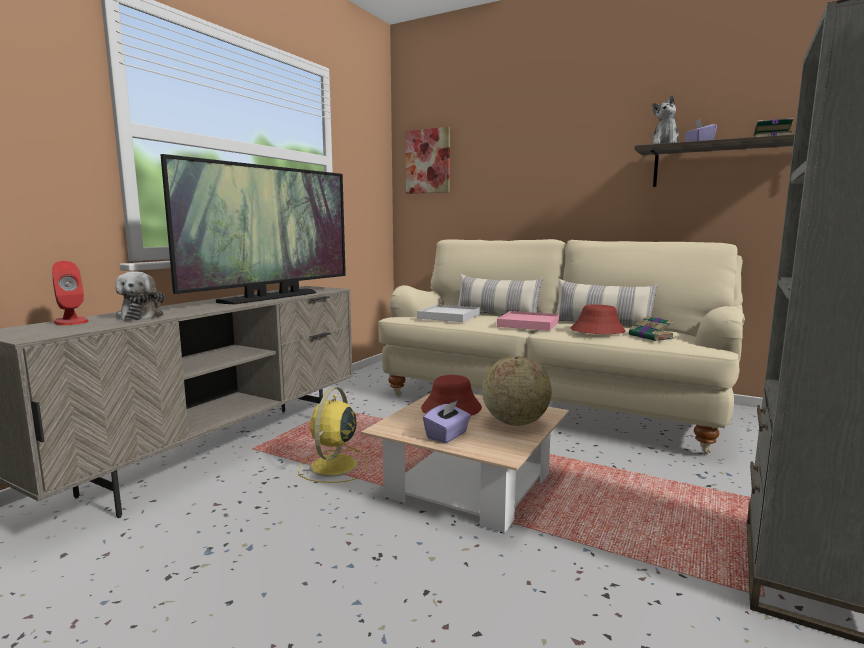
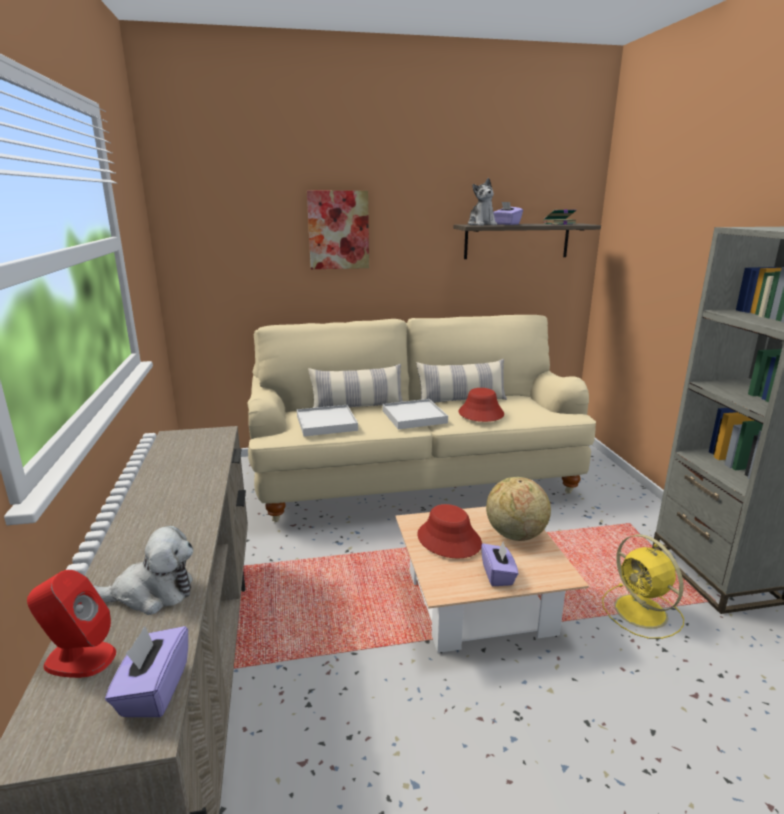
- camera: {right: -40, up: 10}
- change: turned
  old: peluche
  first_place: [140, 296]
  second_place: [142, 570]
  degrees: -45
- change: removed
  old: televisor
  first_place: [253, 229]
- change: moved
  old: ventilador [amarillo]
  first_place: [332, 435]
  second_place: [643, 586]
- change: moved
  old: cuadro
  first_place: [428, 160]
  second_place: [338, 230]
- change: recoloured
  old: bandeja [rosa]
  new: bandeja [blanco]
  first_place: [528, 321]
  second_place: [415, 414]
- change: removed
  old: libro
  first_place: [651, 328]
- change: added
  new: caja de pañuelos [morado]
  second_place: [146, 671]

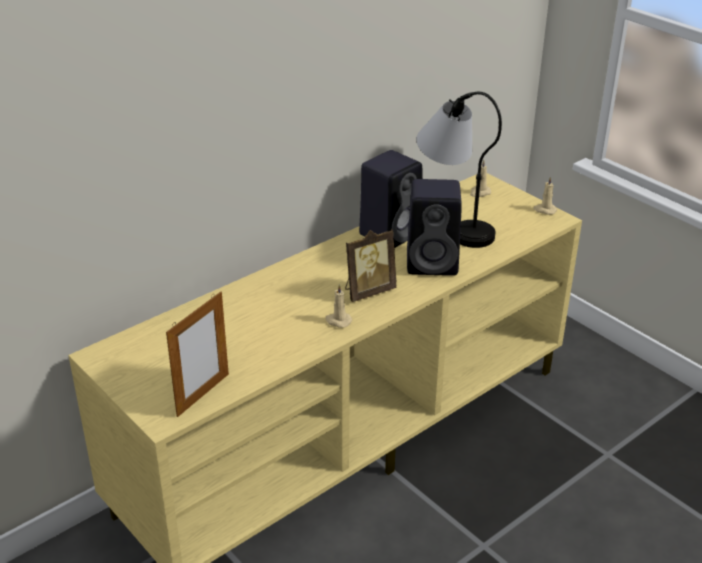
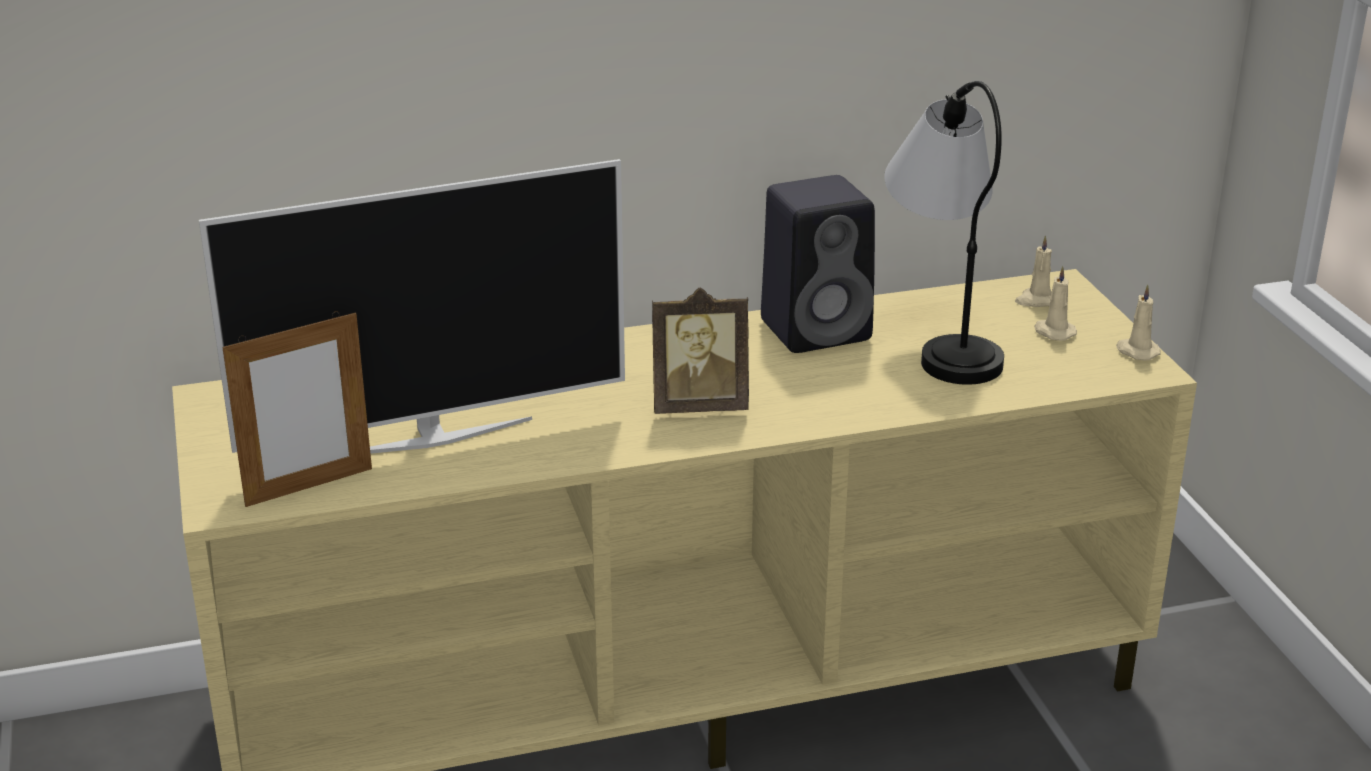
- camera: {right: 25, up: -5}
- change: moved
  old: vela [beis]
  first_place: [338, 306]
  second_place: [1055, 303]
- change: removed
  old: altavoz [negro]
  first_place: [434, 227]
- change: added
  new: televisor
  second_place: [412, 306]

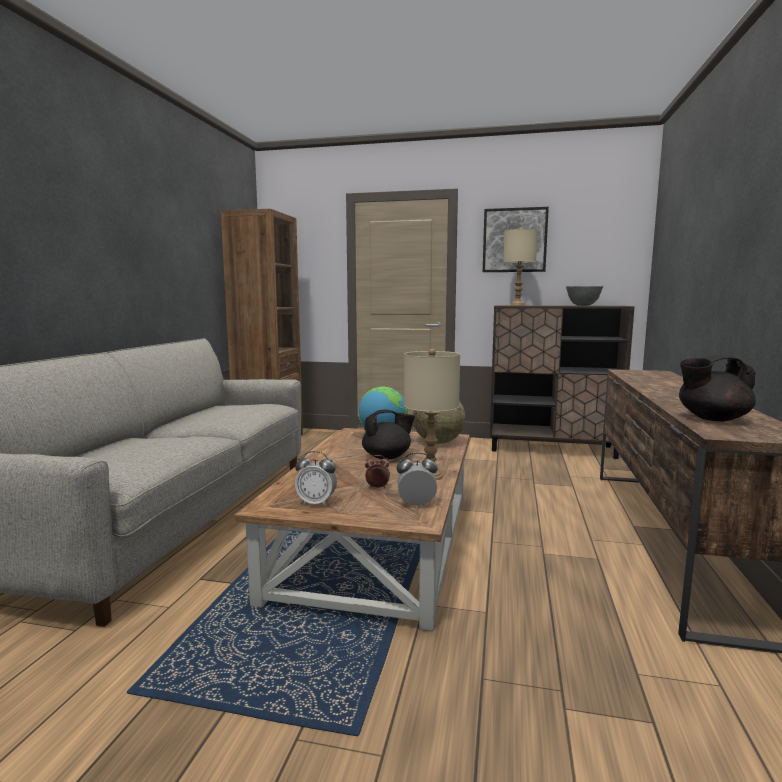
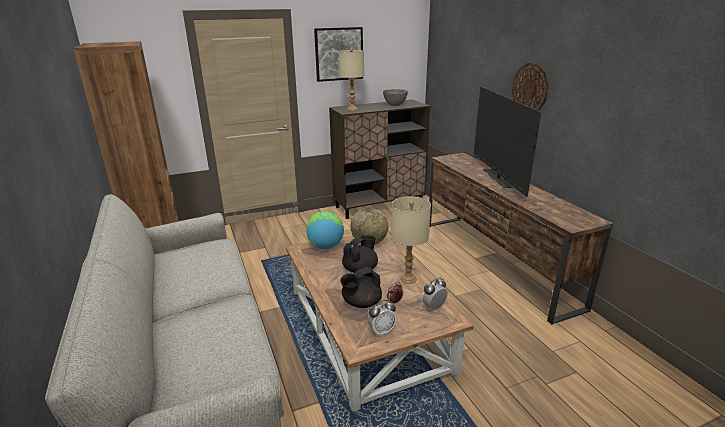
- camera: {right: -35, up: 15}
- change: moved
  old: tetera [negro]
  first_place: [717, 388]
  second_place: [361, 287]
- change: added
  new: televisor
  second_place: [507, 142]
- change: added
  new: reloj de pared
  second_place: [530, 87]

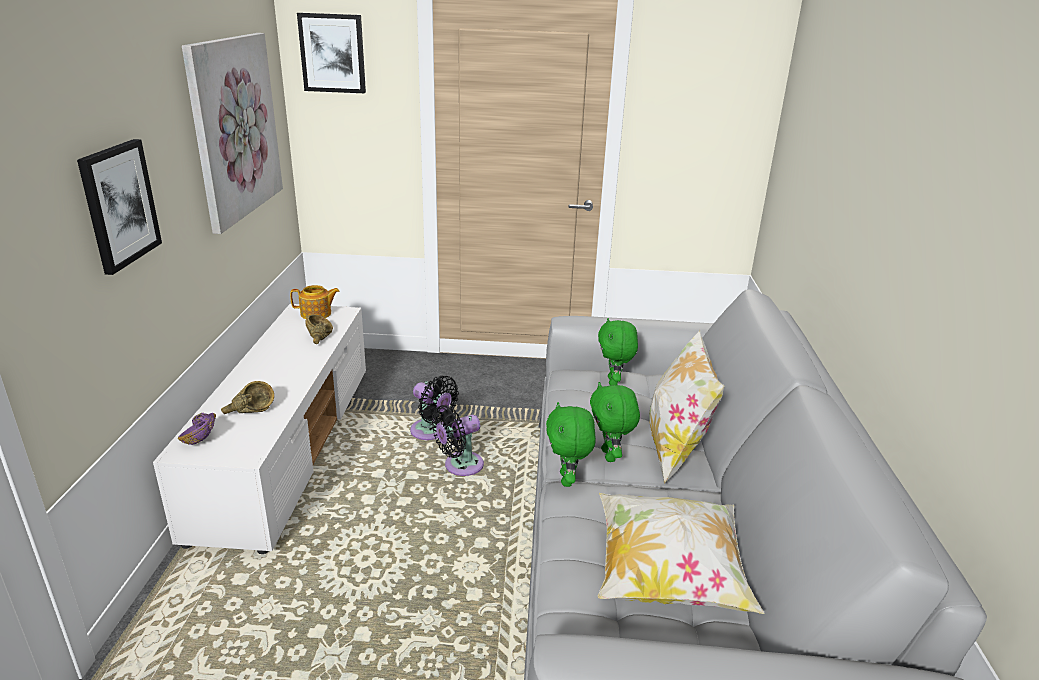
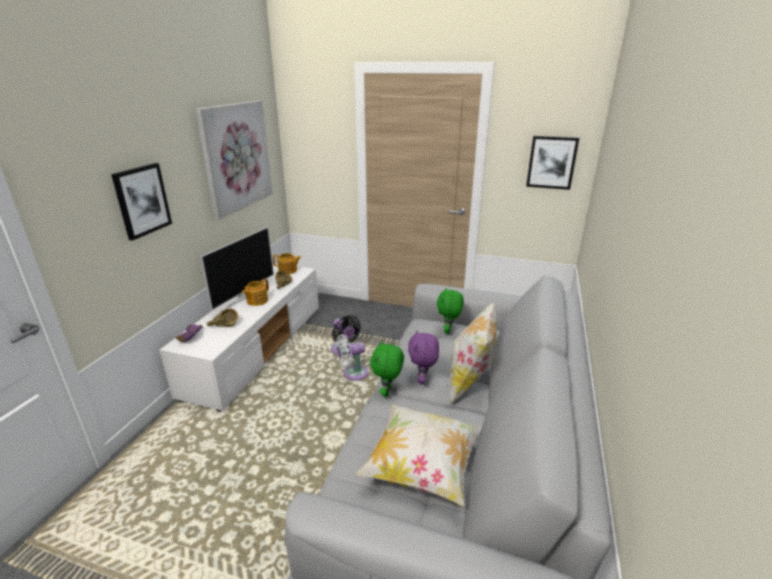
- camera: {right: 15, up: 0}
- change: moved
  old: cuadro
  first_place: [331, 53]
  second_place: [552, 163]
- change: recoloured
  old: ventilador [negro]
  new: ventilador [blanco]
  first_place: [458, 440]
  second_place: [352, 357]
- change: recoloured
  old: peluche [verde]
  new: peluche [morado]
  first_place: [615, 422]
  second_place: [423, 357]
- change: added
  new: televisor
  second_place: [237, 268]
- change: added
  new: tetera
  second_place: [255, 292]

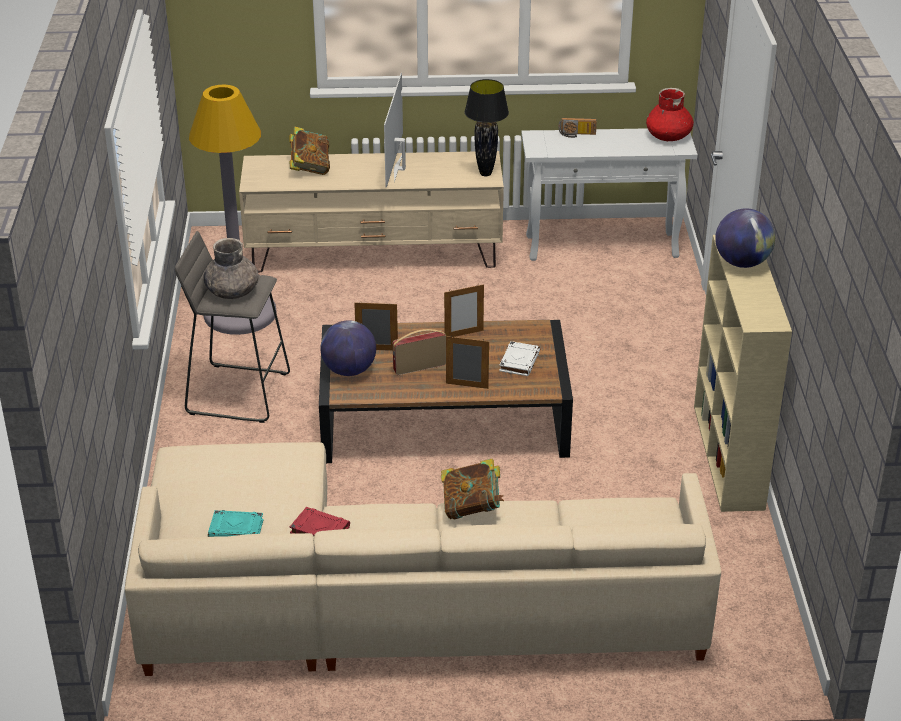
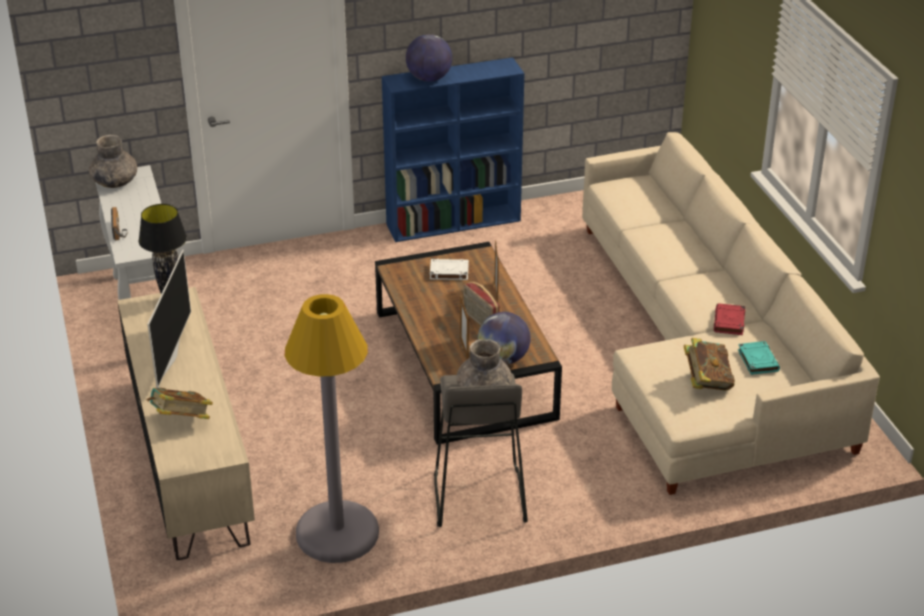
- camera: {right: -105, up: 0}
- change: turned
  old: televisor
  first_place: [395, 130]
  second_place: [169, 318]
  degrees: -75
- change: moved
  old: libro
  first_place: [472, 489]
  second_place: [709, 364]
- change: removed
  old: portarretratos
  first_place: [464, 310]
- change: recoloured
  old: florero [rojo]
  new: florero [gris]
  first_place: [670, 114]
  second_place: [113, 161]
- change: recoloured
  old: estantería [beis]
  new: estantería [azul]
  first_place: [743, 373]
  second_place: [453, 150]

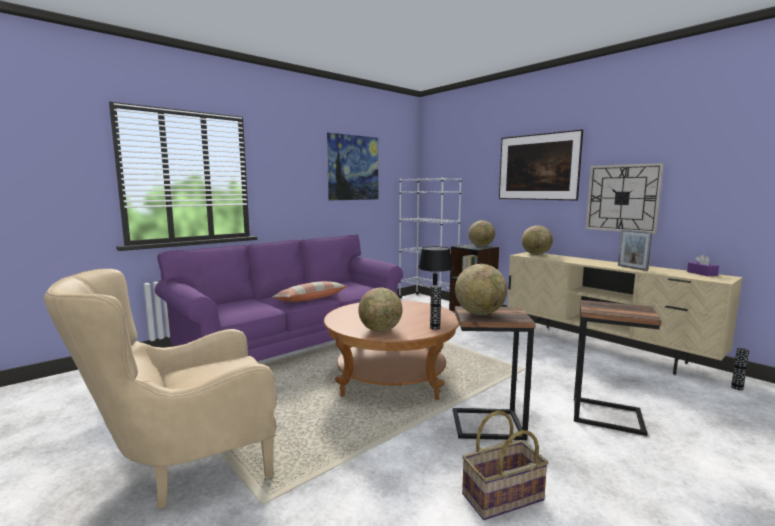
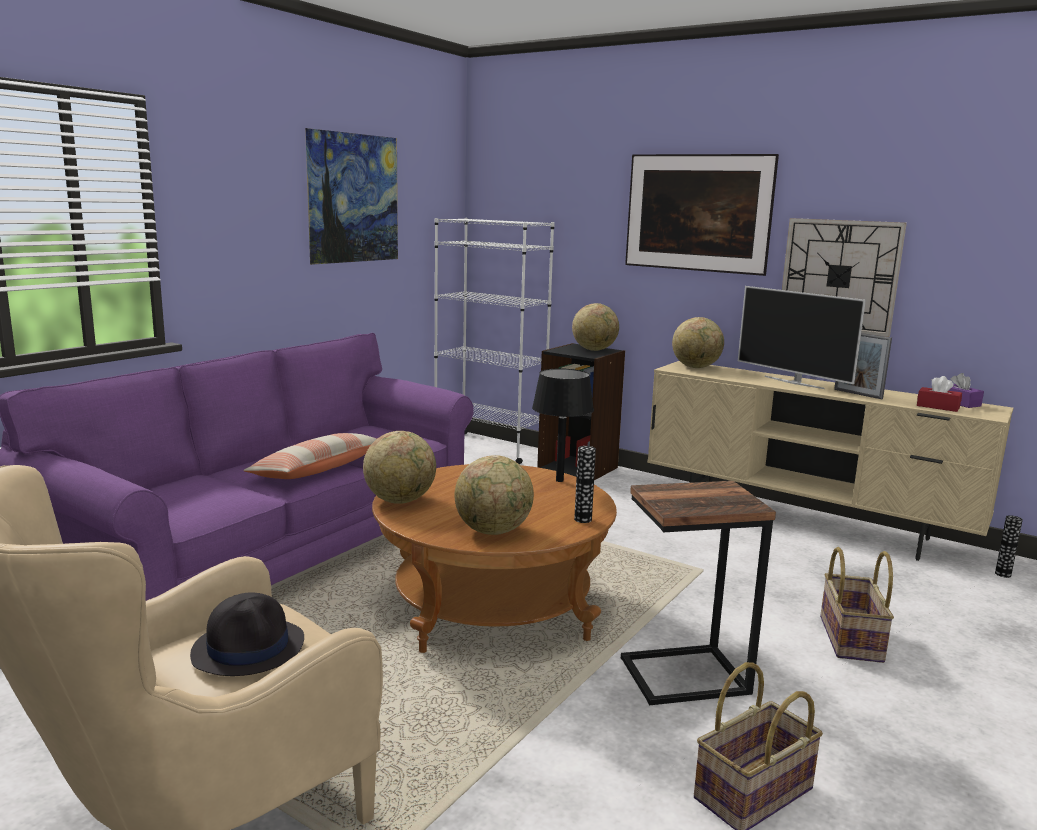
- camera: {right: -15, up: 5}
- change: moved
  old: globo terráqueo
  first_place: [481, 289]
  second_place: [399, 467]
- change: replaced
  old: mesa auxiliar
  new: cesta
  first_place: [618, 368]
  second_place: [857, 605]
- change: added
  new: sombrero [negro]
  second_place: [247, 634]
- change: added
  new: televisor
  second_place: [802, 337]
- change: added
  new: caja de pañuelos [rojo]
  second_place: [939, 394]

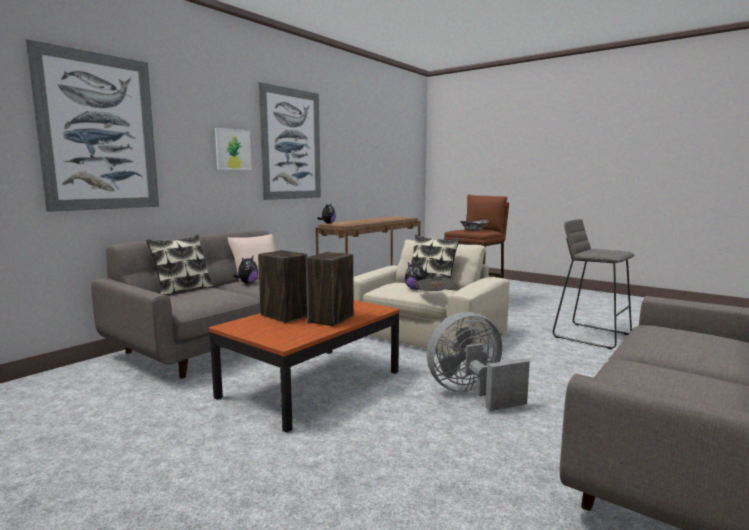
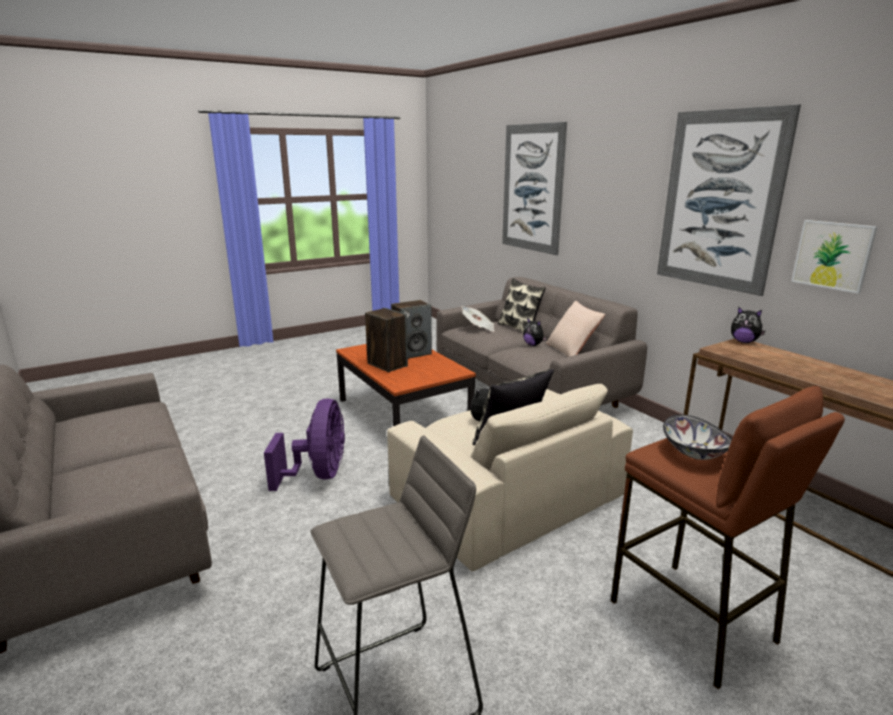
- camera: {right: 110, up: 10}
- change: moved
  old: cuadro
  first_place: [233, 149]
  second_place: [834, 257]
- change: moved
  old: periódico
  first_place: [435, 283]
  second_place: [477, 319]
- change: recoloured
  old: ventilador [gris]
  new: ventilador [morado]
  first_place: [478, 361]
  second_place: [304, 444]

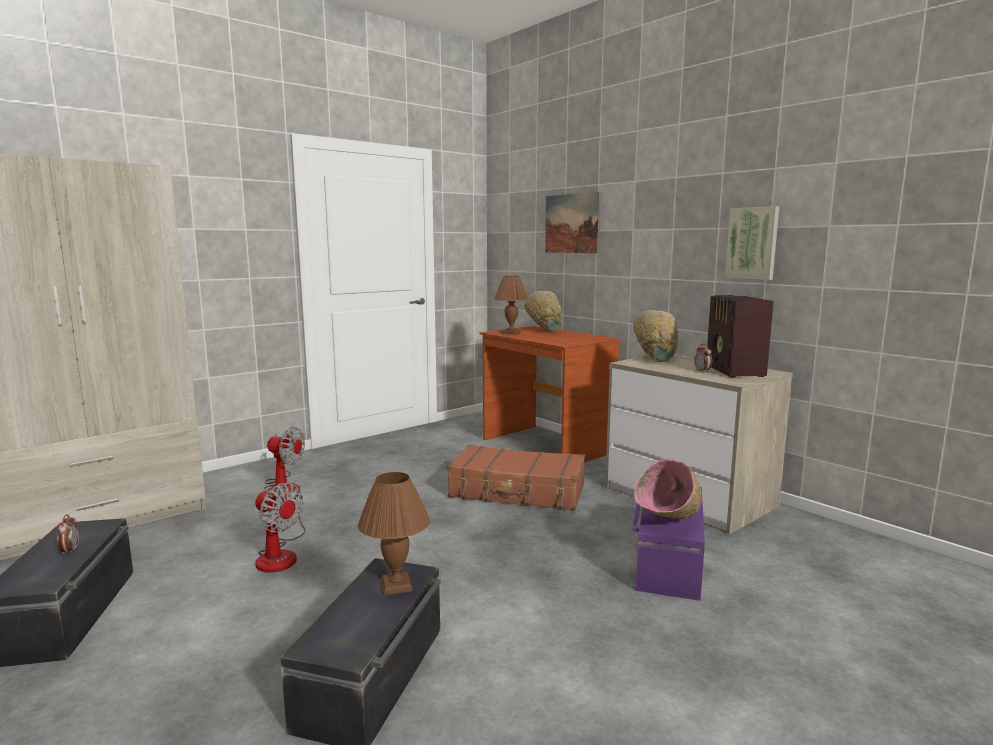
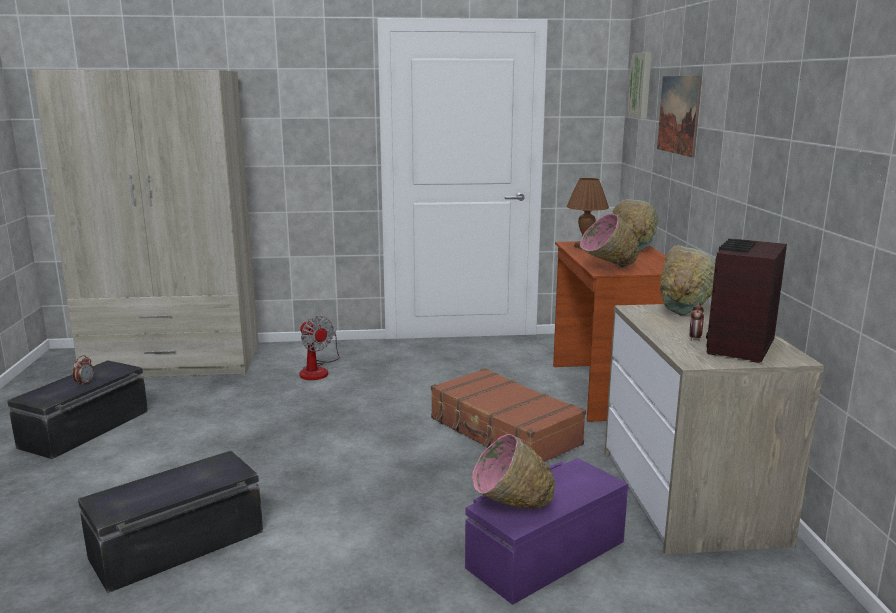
- camera: {right: 35, up: 5}
- change: removed
  old: ventilador
  first_place: [280, 528]
- change: removed
  old: lámpara de mesa [marrón]
  first_place: [394, 533]
- change: moved
  old: cuadro
  first_place: [752, 243]
  second_place: [639, 85]
- change: added
  new: cuenco [rosa]
  second_place: [609, 240]

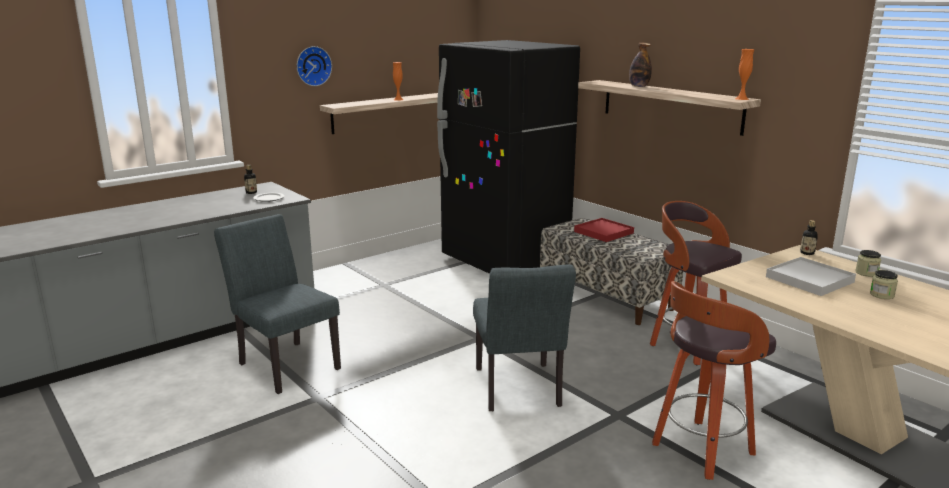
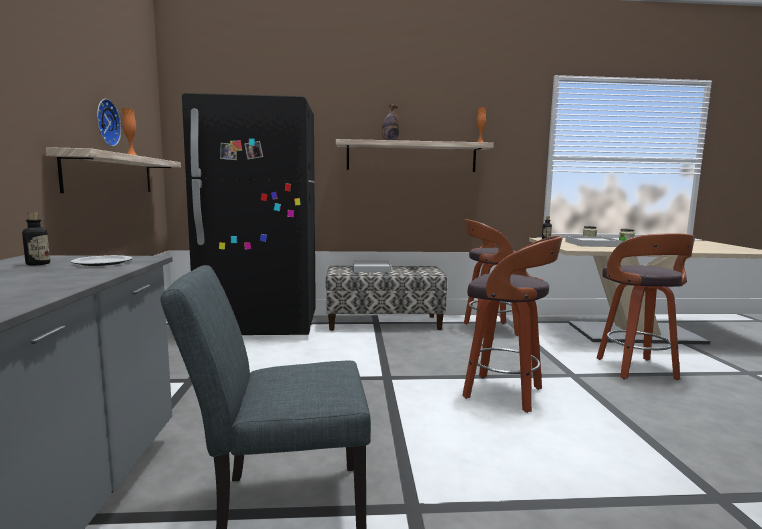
- camera: {right: -55, up: -10}
- change: moved
  old: reloj de pared
  first_place: [314, 66]
  second_place: [109, 122]
- change: replaced
  old: silla [gris]
  new: taburete
  first_place: [524, 337]
  second_place: [512, 324]
- change: recoloured
  old: bandeja [rojo]
  new: bandeja [blanco]
  first_place: [604, 230]
  second_place: [372, 266]

